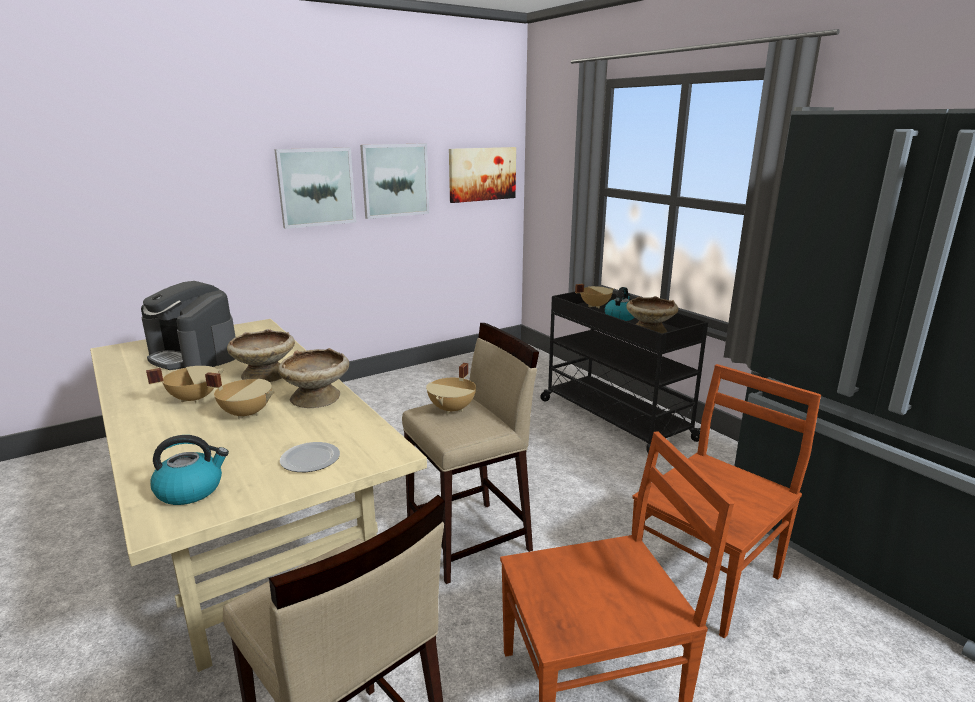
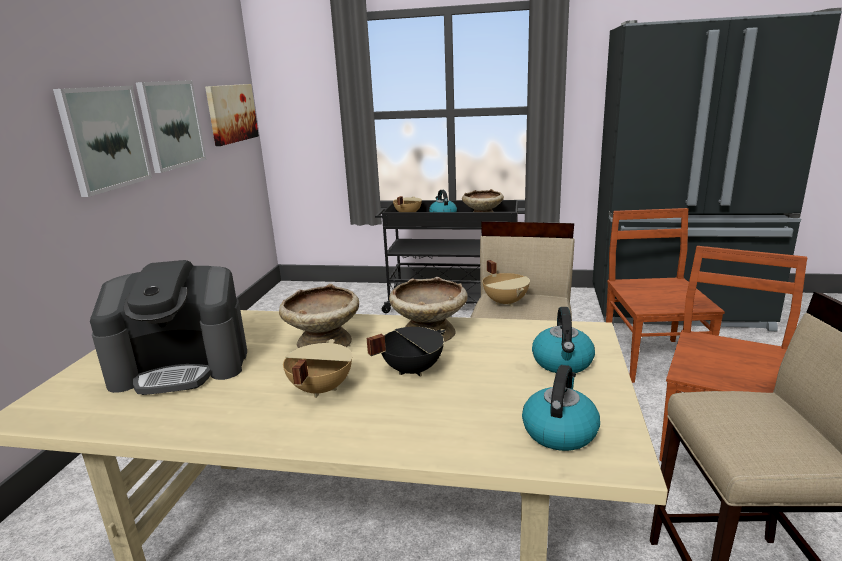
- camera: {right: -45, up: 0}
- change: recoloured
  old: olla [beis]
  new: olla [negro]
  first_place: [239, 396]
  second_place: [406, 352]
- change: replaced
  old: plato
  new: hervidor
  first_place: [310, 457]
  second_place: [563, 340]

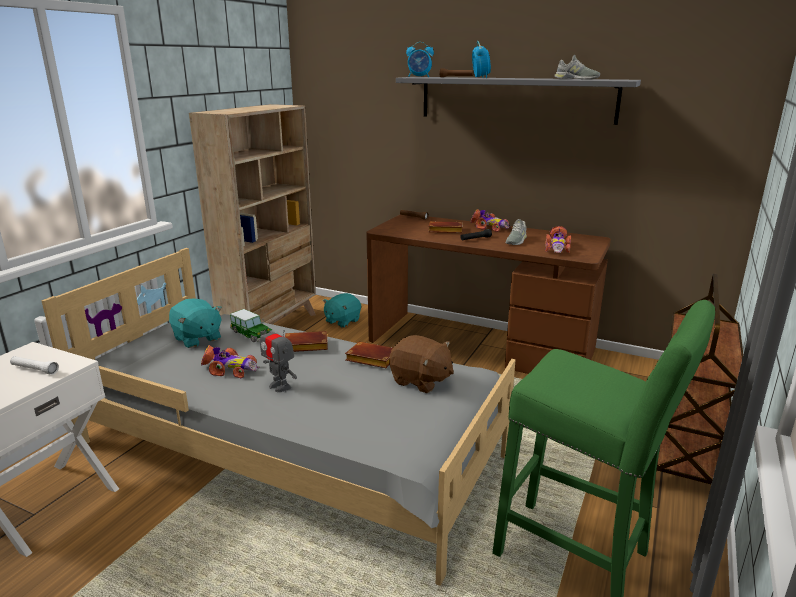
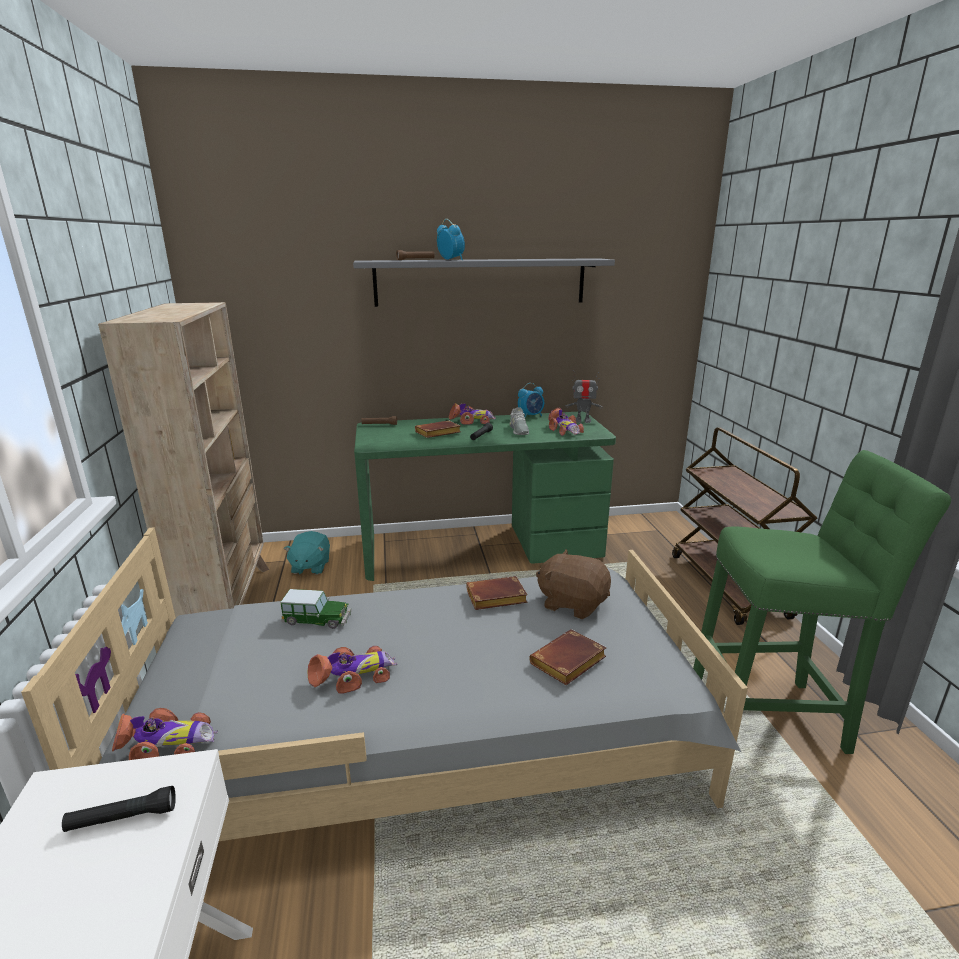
- camera: {right: -35, up: 0}
- change: recoloured
  old: linterna [blanco]
  new: linterna [negro]
  first_place: [34, 365]
  second_place: [119, 809]
- change: removed
  old: peluche [turquesa]
  first_place: [195, 323]
- change: moved
  old: robot de juguete
  first_place: [278, 355]
  second_place: [584, 396]
- change: moved
  old: libro [marrón]
  first_place: [306, 341]
  second_place: [568, 657]
- change: recoloured
  old: escritorio [marrón]
  new: escritorio [verde]
  first_place: [488, 294]
  second_place: [485, 496]
- change: turned
  old: peluche [marrón]
  first_place: [421, 364]
  second_place: [573, 584]
  degrees: -150
- change: moved
  old: despertador
  first_place: [420, 59]
  second_place: [531, 400]
- change: removed
  old: zapato [gris]
  first_place: [577, 67]
- change: added
  new: coche de juguete
  second_place: [165, 734]

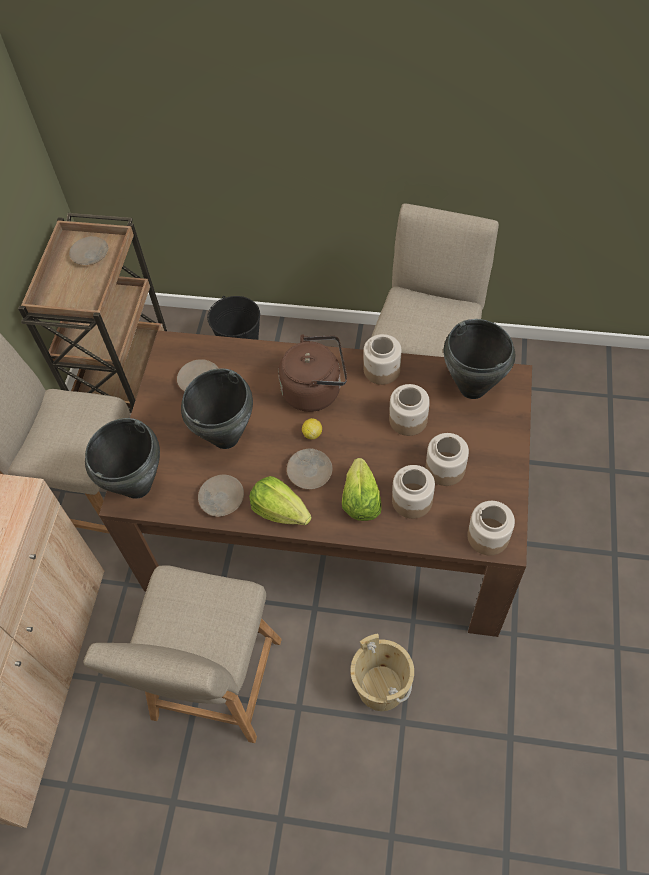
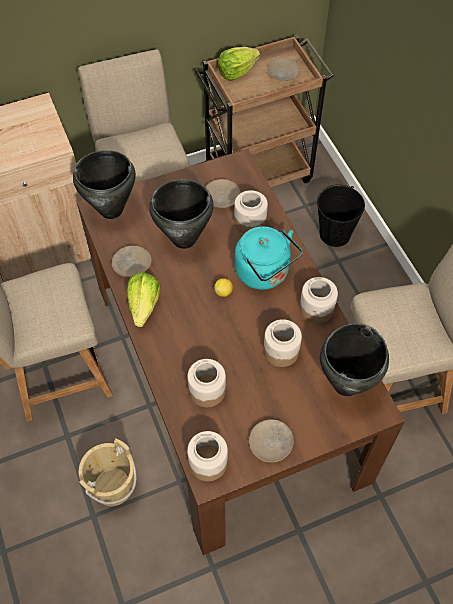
- camera: {right: 55, up: 0}
- change: recoloured
  old: hervidor [marrón]
  new: hervidor [turquesa]
  first_place: [312, 373]
  second_place: [269, 258]
- change: moved
  old: plato [beis]
  first_place: [310, 468]
  second_place: [271, 440]
- change: moved
  old: lechuga
  first_place: [362, 489]
  second_place: [239, 64]
- change: moved
  old: tarro
  first_place: [447, 459]
  second_place: [251, 212]

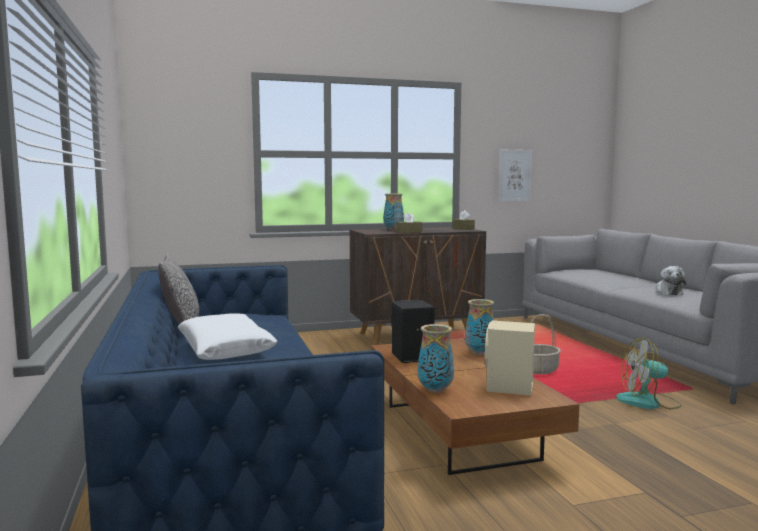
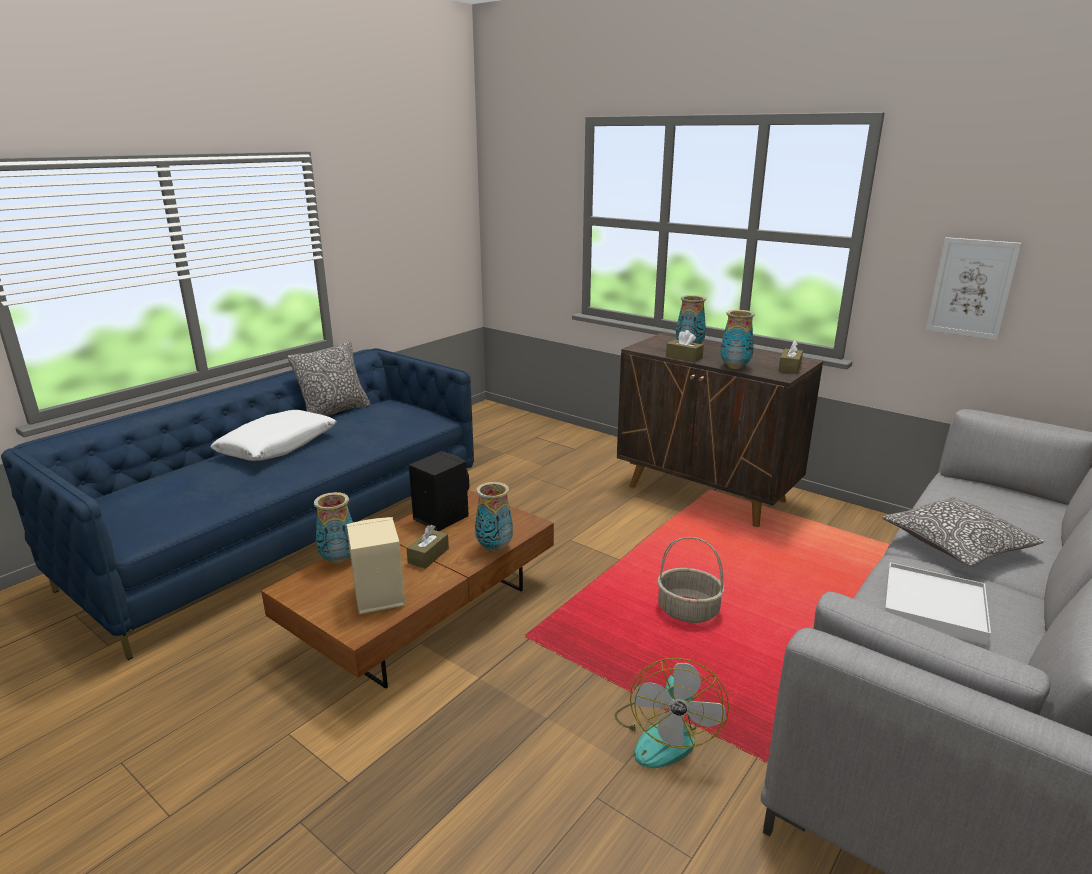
- camera: {right: 55, up: 15}
- change: turned
  old: ventilador
  first_place: [649, 374]
  second_place: [672, 713]
  degrees: -135
- change: replaced
  old: peluche
  new: bandeja [blanco]
  first_place: [670, 280]
  second_place: [937, 603]
- change: added
  new: caja de pañuelos [marrón]
  second_place: [427, 547]
- change: added
  new: florero
  second_place: [737, 339]
- change: added
  new: cojín
  second_place: [963, 531]

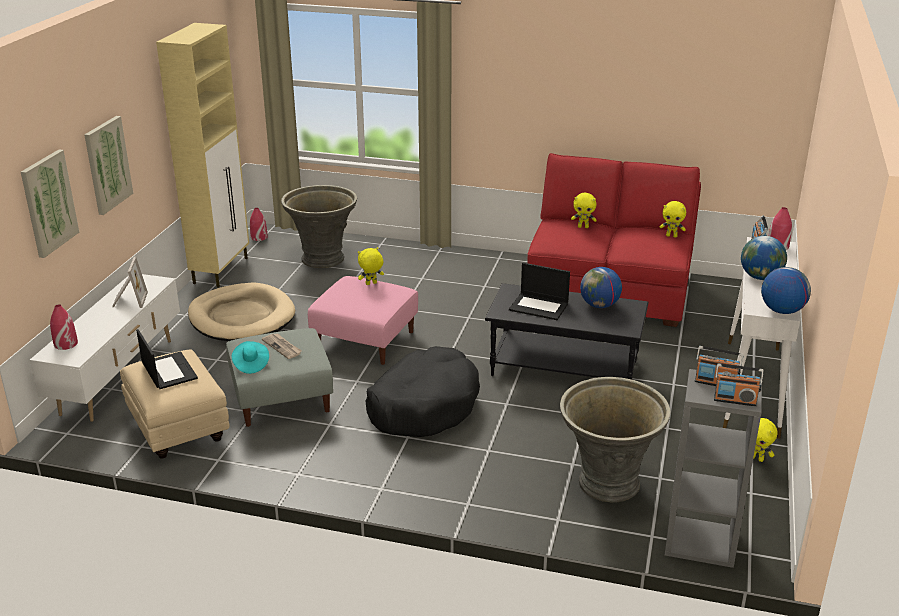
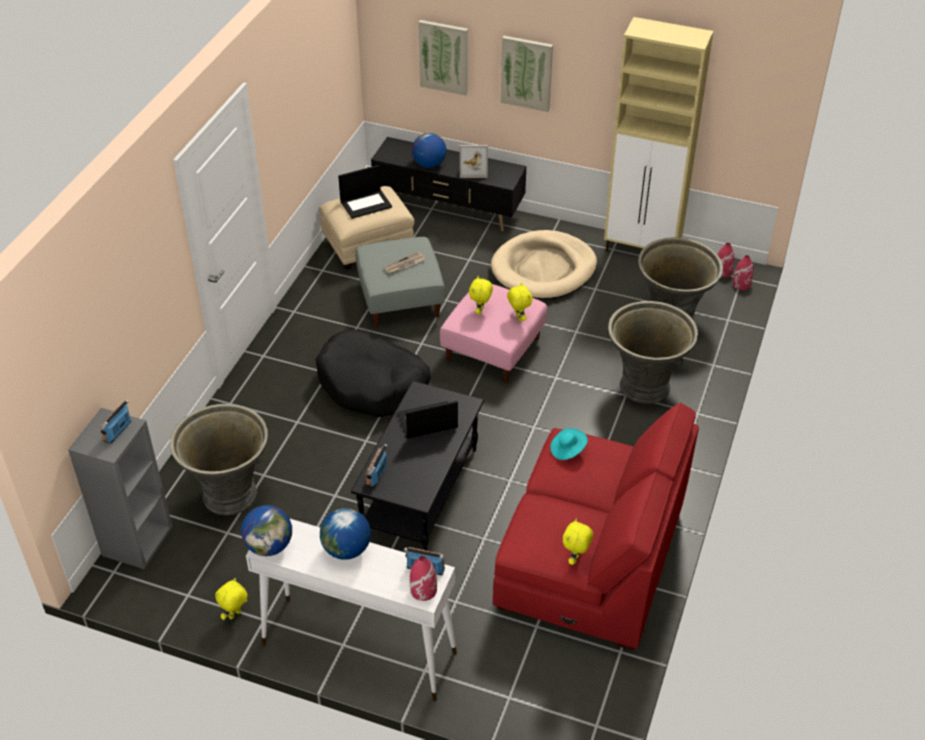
- camera: {right: 95, up: 15}
- change: recoloured
  old: mueble de televisión [blanco]
  new: mueble de televisión [negro]
  first_place: [105, 348]
  second_place: [449, 184]
- change: moved
  old: florero [rojo]
  first_place: [64, 327]
  second_place: [742, 272]
- change: moved
  old: sombrero [turquesa]
  first_place: [250, 357]
  second_place: [569, 444]
- change: turned
  old: portátil
  first_place: [539, 291]
  second_place: [427, 420]
  degrees: 45
- change: moved
  old: peluche [amarillo]
  first_place: [584, 210]
  second_place: [481, 295]
- change: moved
  old: globo terráqueo
  first_place: [601, 287]
  second_place: [429, 150]
- change: moved
  old: radio
  first_place: [739, 384]
  second_place: [376, 465]
- change: added
  new: maceta [gris]
  second_place: [653, 352]

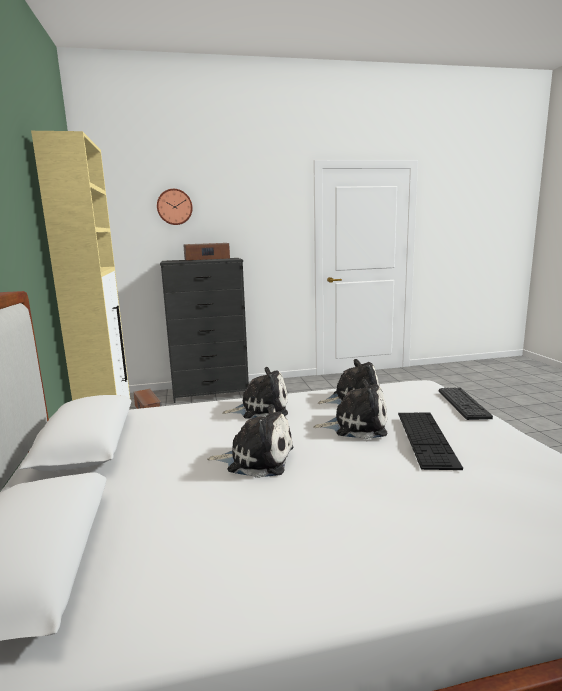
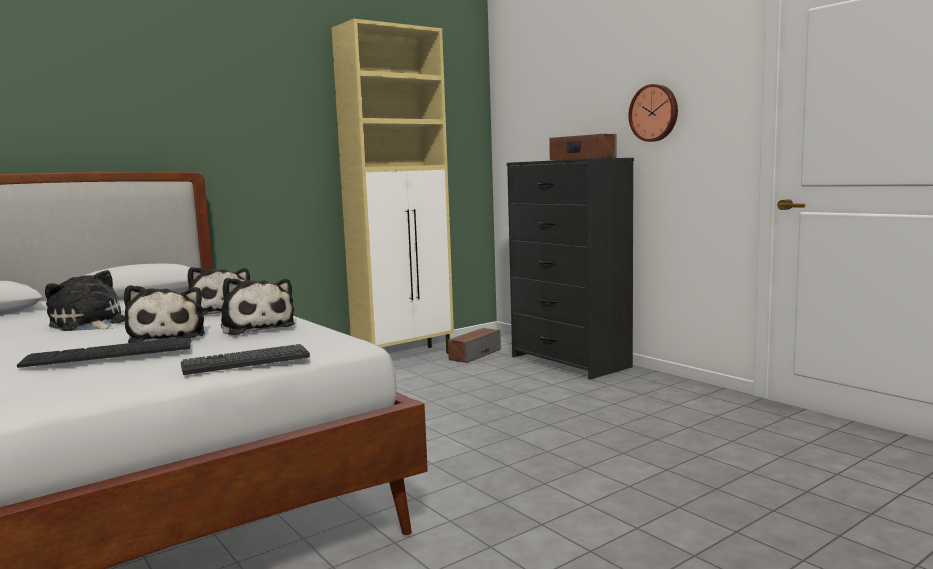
- camera: {right: 65, up: -5}
- change: moved
  old: reloj de pared
  first_place: [175, 207]
  second_place: [653, 113]
- change: turned
  old: peluche
  first_place: [250, 441]
  second_place: [85, 300]
  degrees: 150

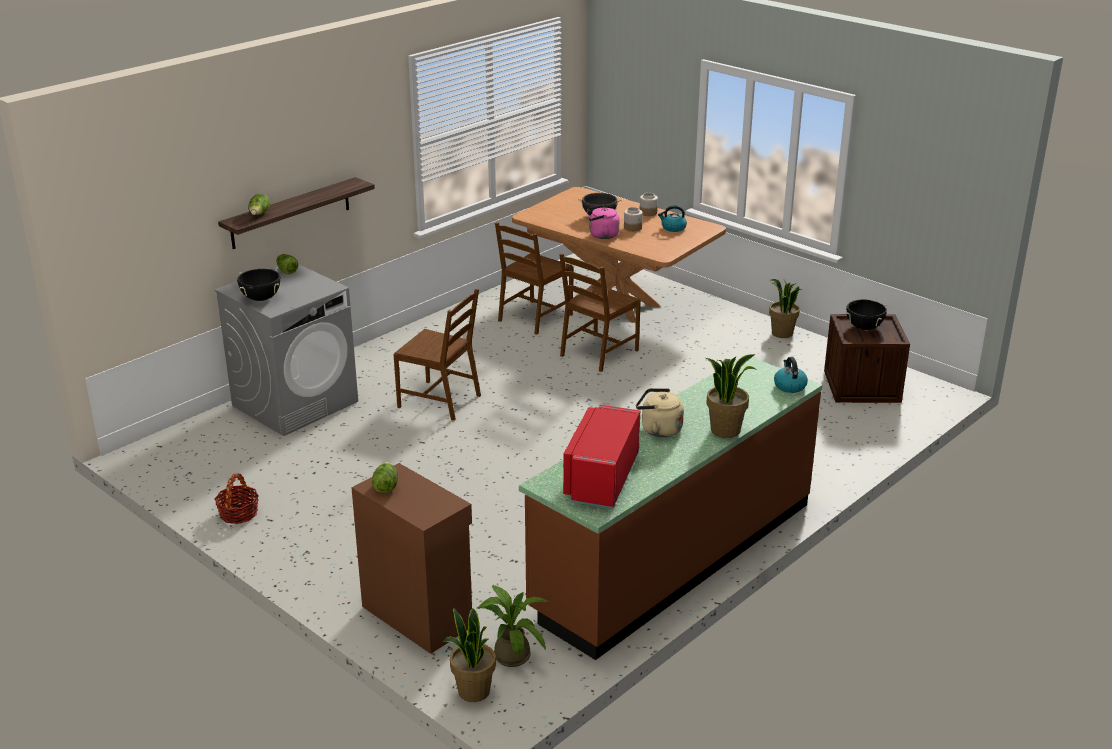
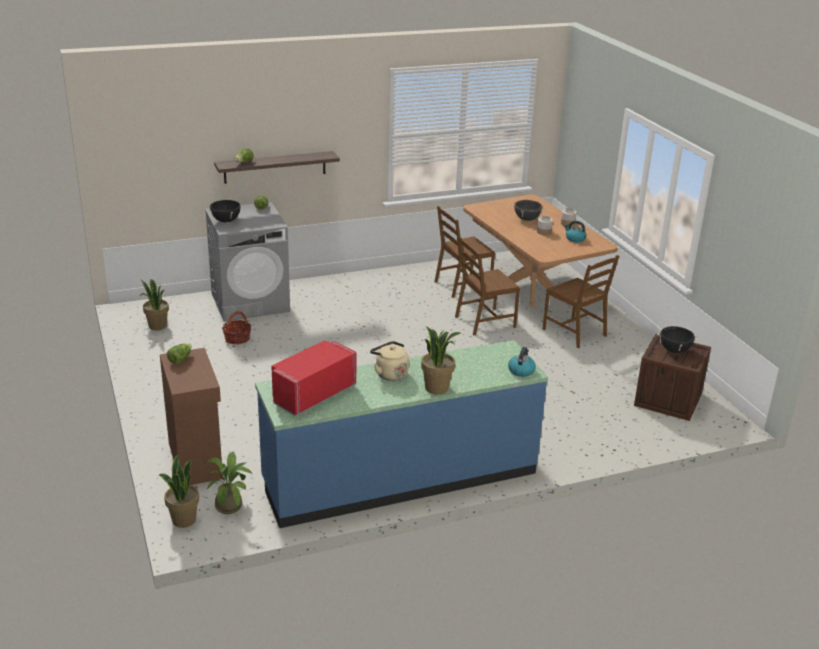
- camera: {right: 25, up: 0}
- change: moved
  old: cesta
  first_place: [237, 498]
  second_place: [236, 327]
- change: moved
  old: silla [marrón]
  first_place: [437, 355]
  second_place: [581, 301]
- change: recoloured
  old: mueble bajo de cocina [marrón]
  new: mueble bajo de cocina [azul]
  first_place: [670, 508]
  second_place: [401, 434]
- change: removed
  old: hervidor [rosa]
  first_place: [603, 222]
- change: moved
  old: planta en maceta
  first_place: [785, 308]
  second_place: [154, 304]

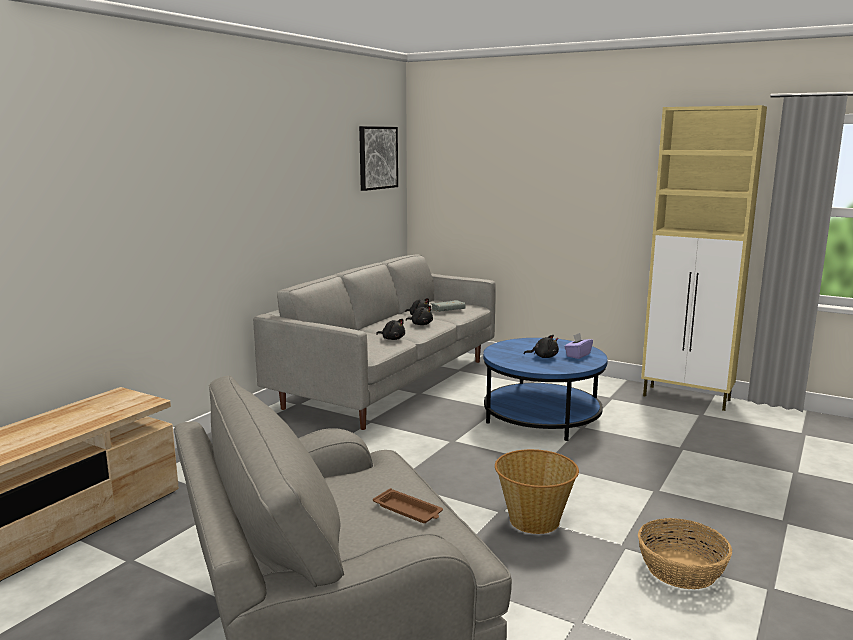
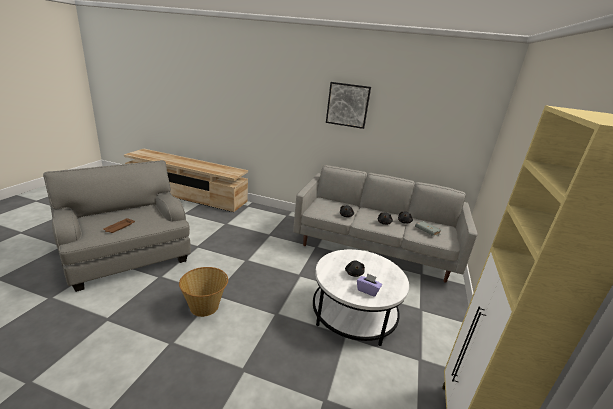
- camera: {right: 75, up: 10}
- change: moved
  old: cuadro
  first_place: [378, 158]
  second_place: [348, 105]
- change: recoloured
  old: mesa de centro [azul]
  new: mesa de centro [blanco]
  first_place: [545, 389]
  second_place: [361, 297]
- change: removed
  old: cesta
  first_place: [685, 553]

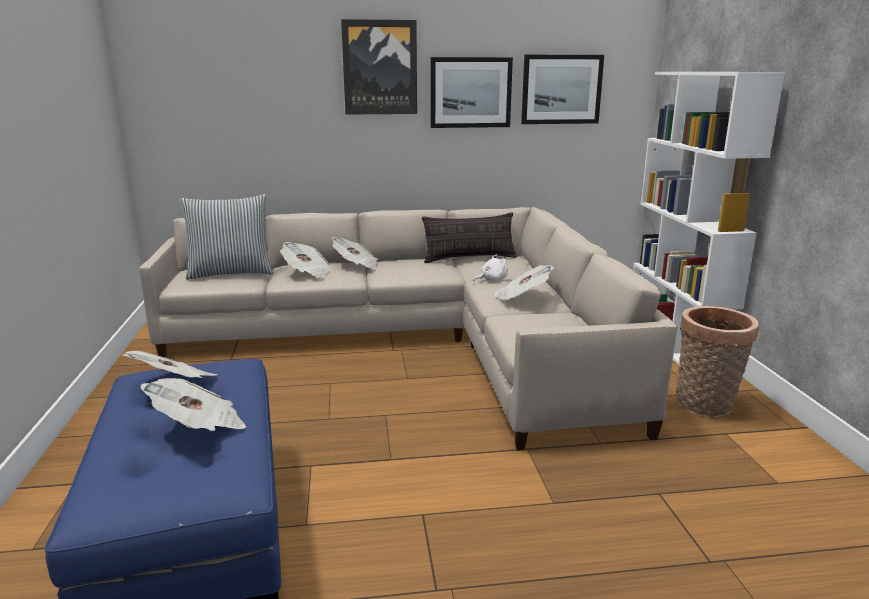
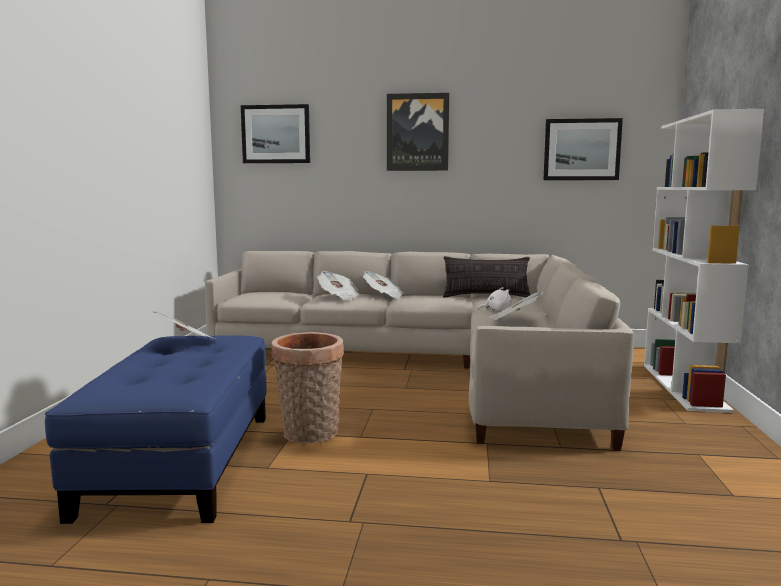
- camera: {right: 15, up: -10}
- change: removed
  old: periódico
  first_place: [193, 404]
- change: removed
  old: cojín
  first_place: [226, 237]
- change: moved
  old: cuadro
  first_place: [471, 92]
  second_place: [275, 133]
- change: moved
  old: cesta
  first_place: [717, 361]
  second_place: [307, 387]

